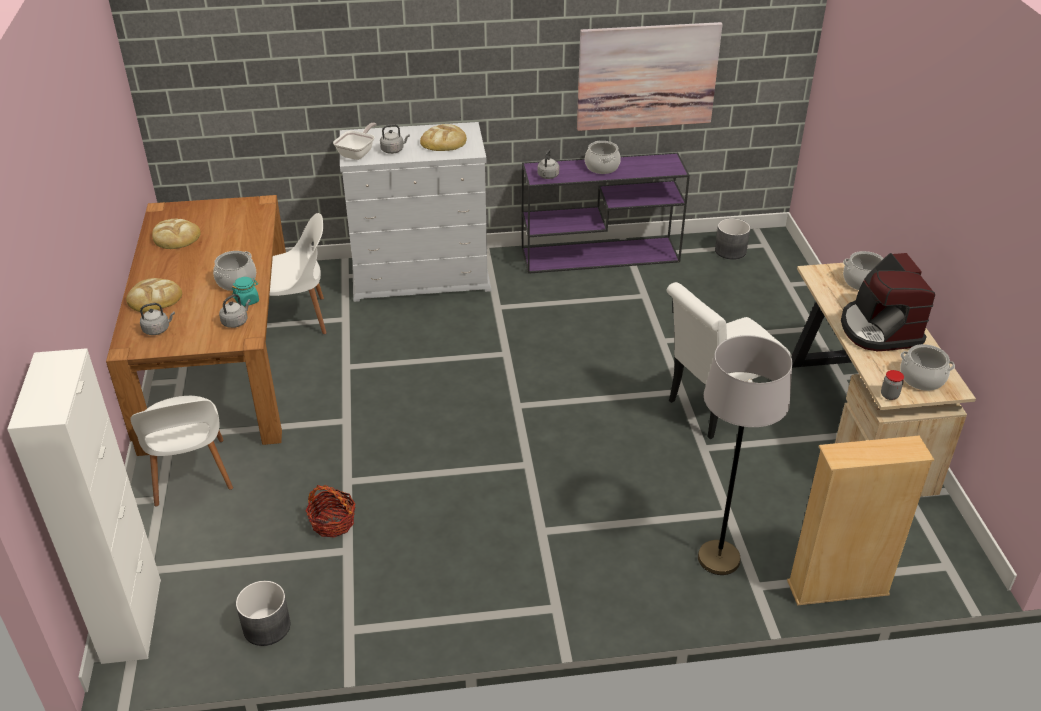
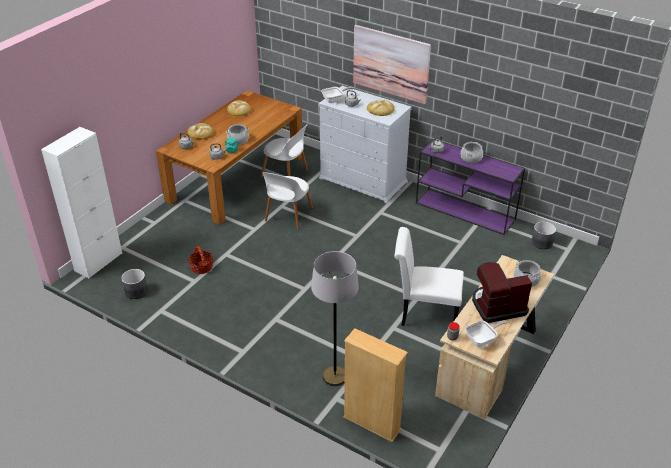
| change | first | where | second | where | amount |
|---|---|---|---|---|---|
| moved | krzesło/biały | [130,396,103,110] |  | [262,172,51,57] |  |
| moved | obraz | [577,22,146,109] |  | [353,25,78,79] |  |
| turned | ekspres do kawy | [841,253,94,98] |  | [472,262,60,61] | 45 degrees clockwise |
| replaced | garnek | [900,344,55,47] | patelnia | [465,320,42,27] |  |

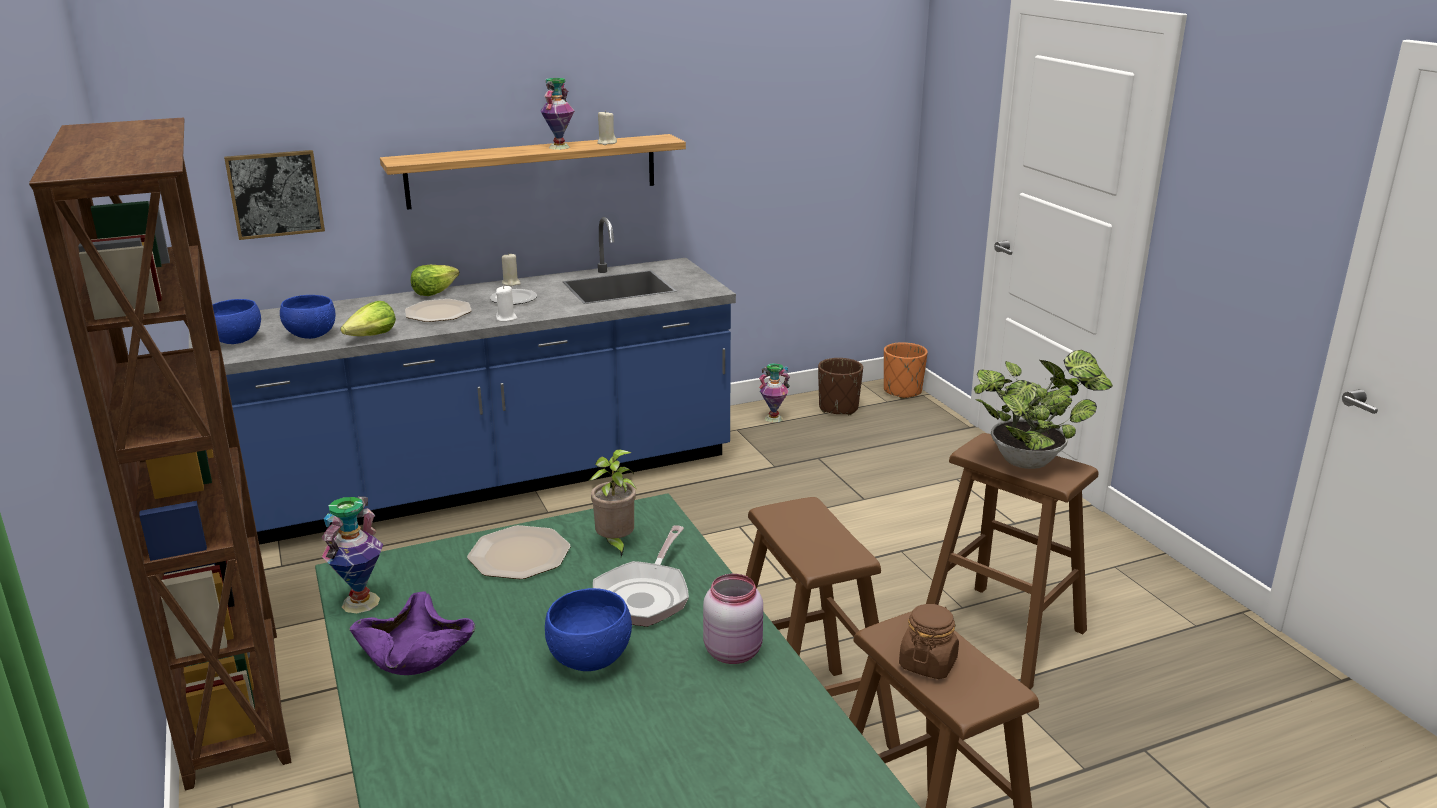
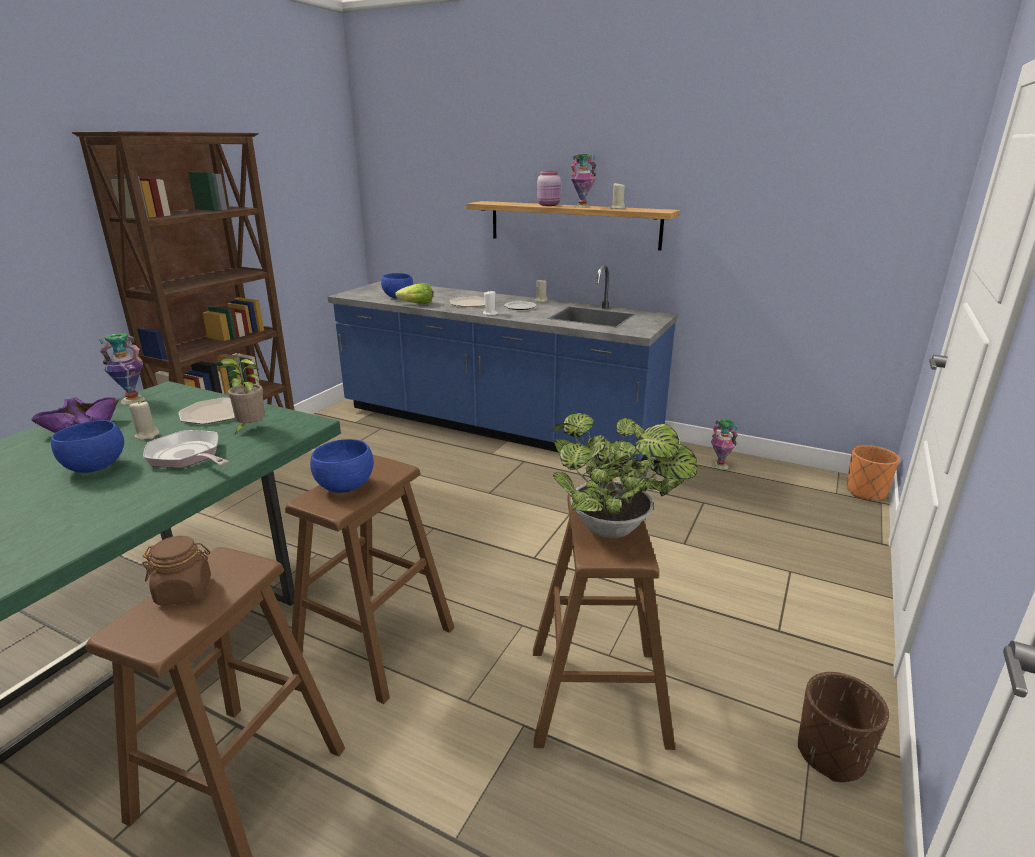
| change | first | where | second | where | amount |
|---|---|---|---|---|---|
| moved | miska/niebieski | [212,299,49,45] |  | [310,439,64,54] |  |
| removed | obraz | [224,150,101,90] |  |  |  |
| removed | sałata | [411,265,49,31] |  |  |  |
| turned | patelnia | [593,525,96,102] |  | [143,430,86,38] | 60 degrees clockwise |
| moved | słoik/różowy | [703,574,60,90] |  | [537,171,24,35] |  |
| moved | donica/brązowy | [818,358,45,57] |  | [798,672,91,110] |  |
| added |  |  | świeca/beżowy | [129,401,30,39] |  |

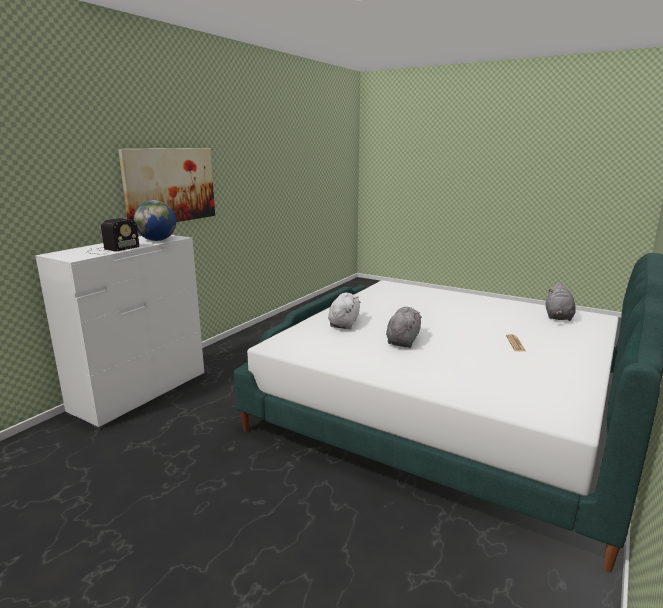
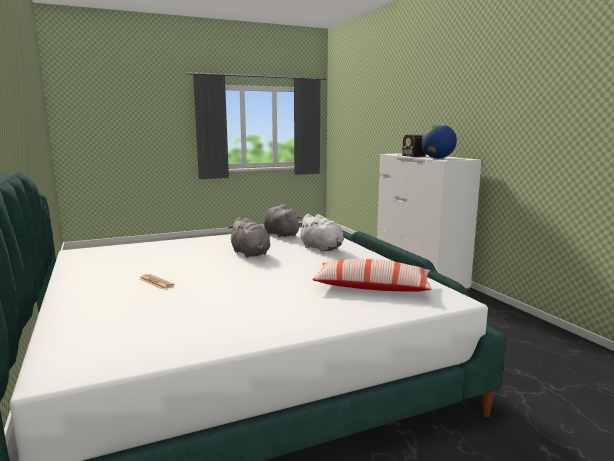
| change | first | where | second | where | amount |
|---|---|---|---|---|---|
| removed | obraz | [118,148,97,74] |  |  |  |
| moved | pluszak/szary | [545,283,31,38] |  | [264,204,38,34] |  |
| added |  |  | poduszka | [313,259,119,33] |  |

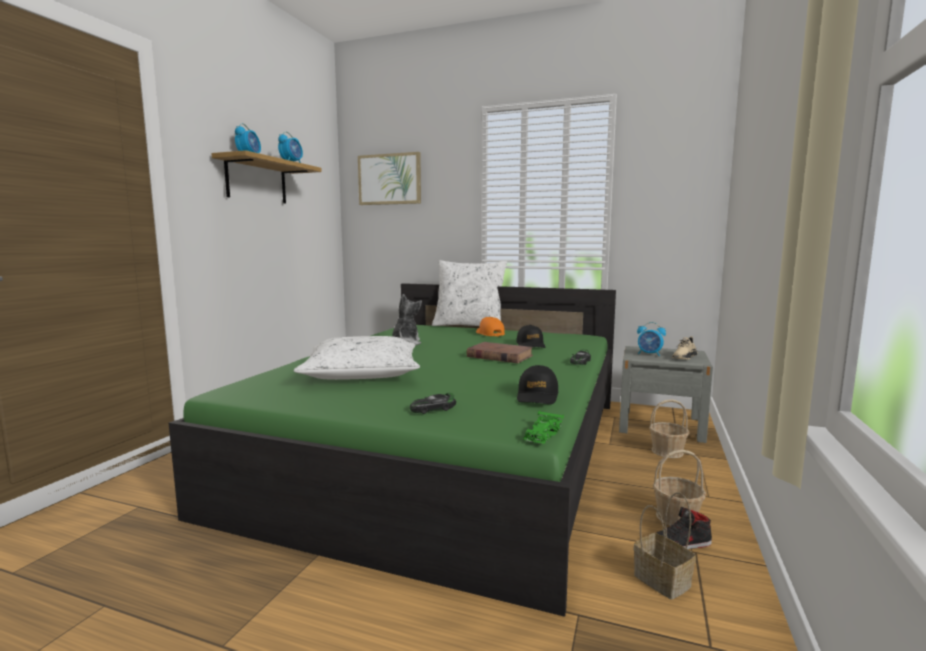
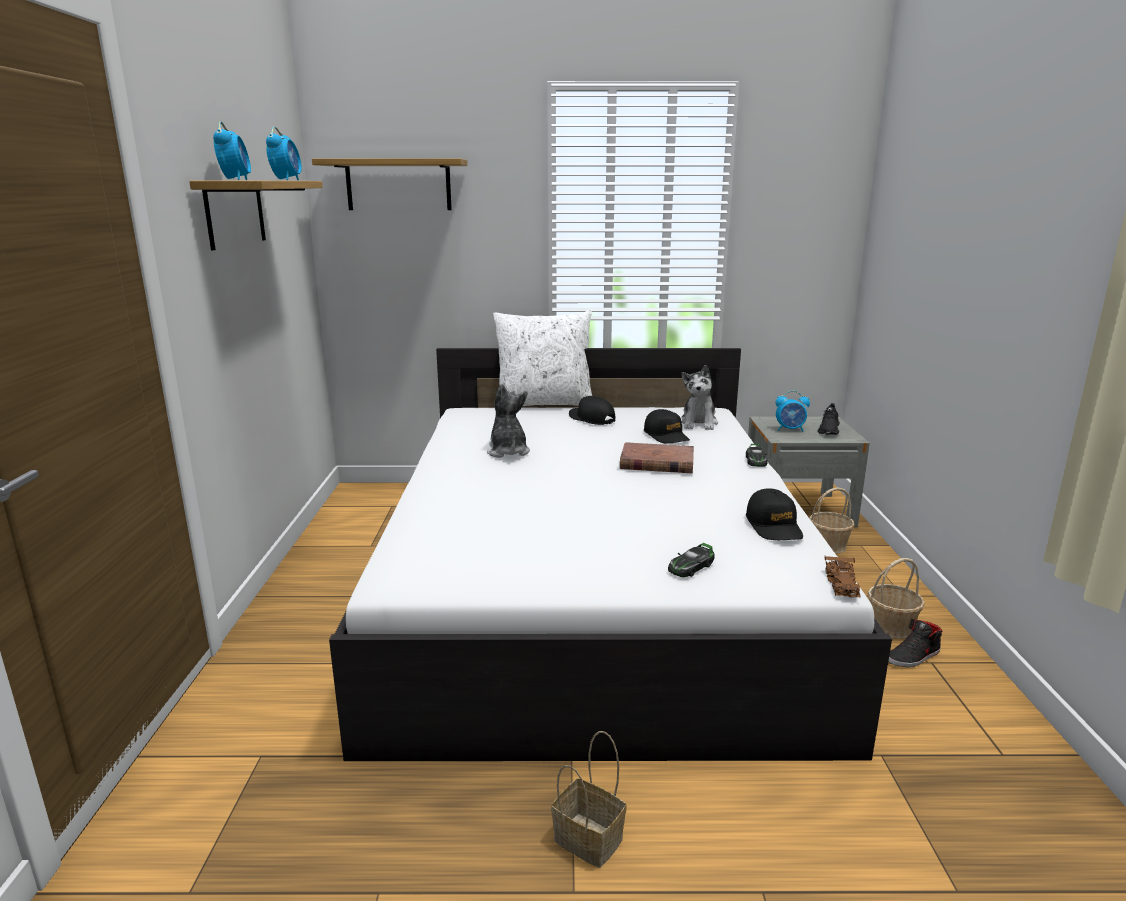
| change | first | where | second | where | amount |
|---|---|---|---|---|---|
| recoloured | łóżko/zielony | [169,283,447,334] | łóżko/biały | [329,348,563,413] |  |
| removed | poduszka/biały | [294,336,126,44] |  |  |  |
| replaced | obraz | [358,152,63,53] | półka | [312,158,155,52] |  |
| recoloured | czapka z daszkiem/pomarańczowy | [476,317,29,20] | czapka z daszkiem/czarny | [569,396,46,29] |  |
| recoloured | samochodzik/zielony | [523,411,41,33] | samochodzik/brązowy | [825,556,35,42] |  |
| moved | koszyk | [634,492,62,108] |  | [551,731,75,137] |  |
| recoloured | but/beżowy | [672,336,26,24] | but/czarny | [818,403,22,32] |  |
| added |  |  | pluszak | [681,365,37,65] |  |

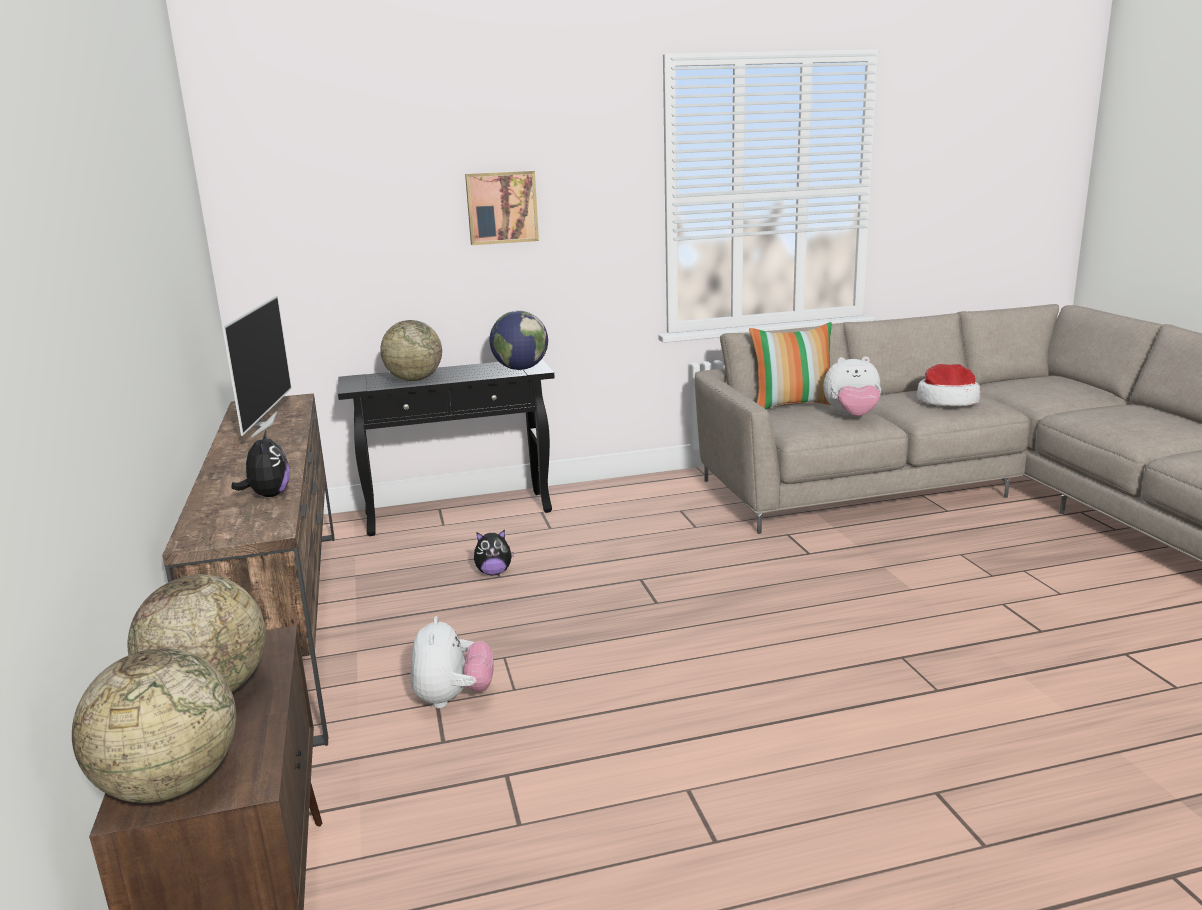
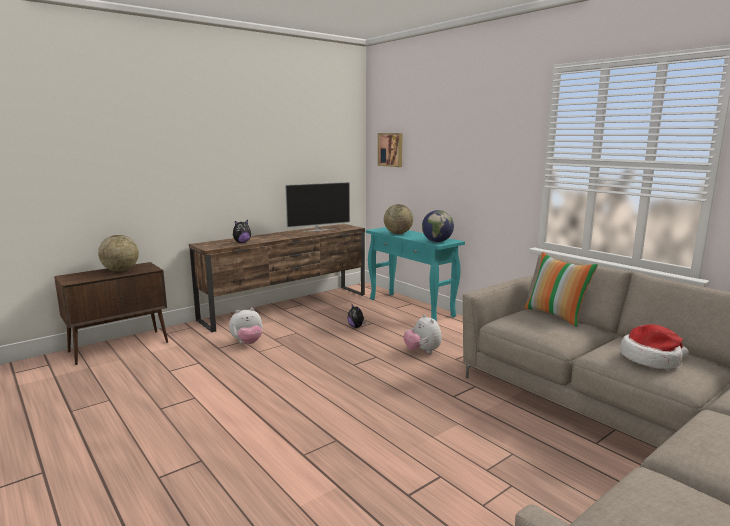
| change | first | where | second | where | amount |
|---|---|---|---|---|---|
| removed | globus | [72,648,164,155] |  |  |  |
| recoloured | stolik konsolowy/czarny | [338,359,217,177] | stolik konsolowy/turkusowy | [366,227,99,95] |  |
| moved | obraz | [465,171,74,74] |  | [378,133,25,34] |  |
| moved | pluszak | [824,356,57,60] |  | [404,314,38,39] |  |

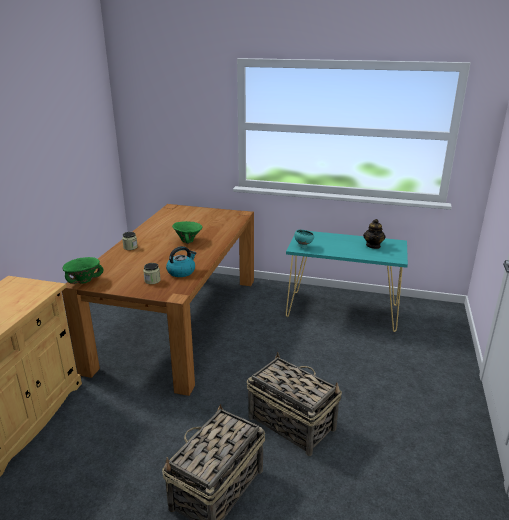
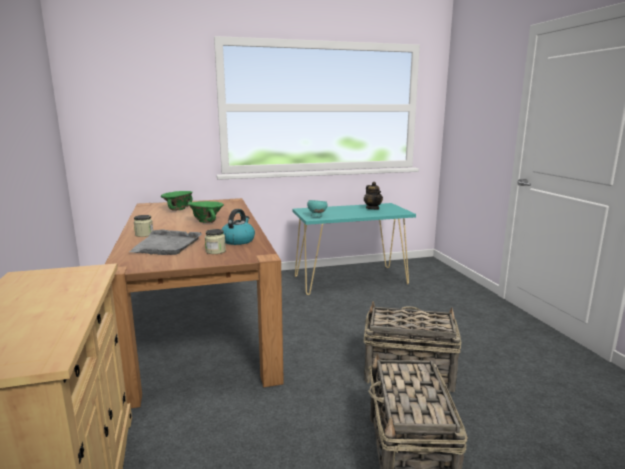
| change | first | where | second | where | amount |
|---|---|---|---|---|---|
| moved | miska/zielony | [62,257,41,27] |  | [161,191,32,20] |  |
| added |  |  | taca/szary | [129,229,73,26] |  |

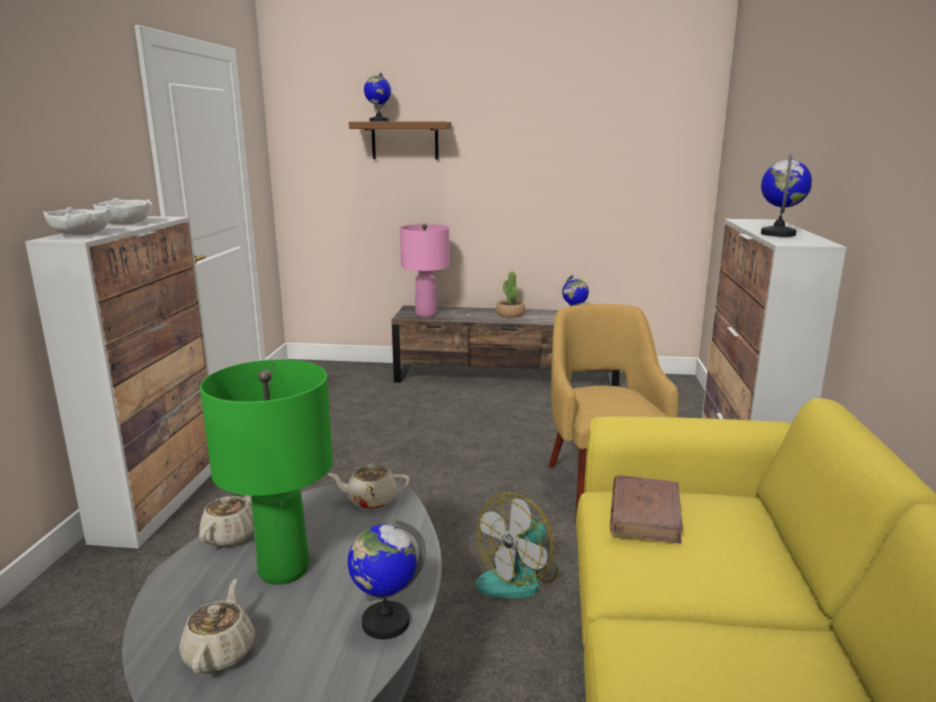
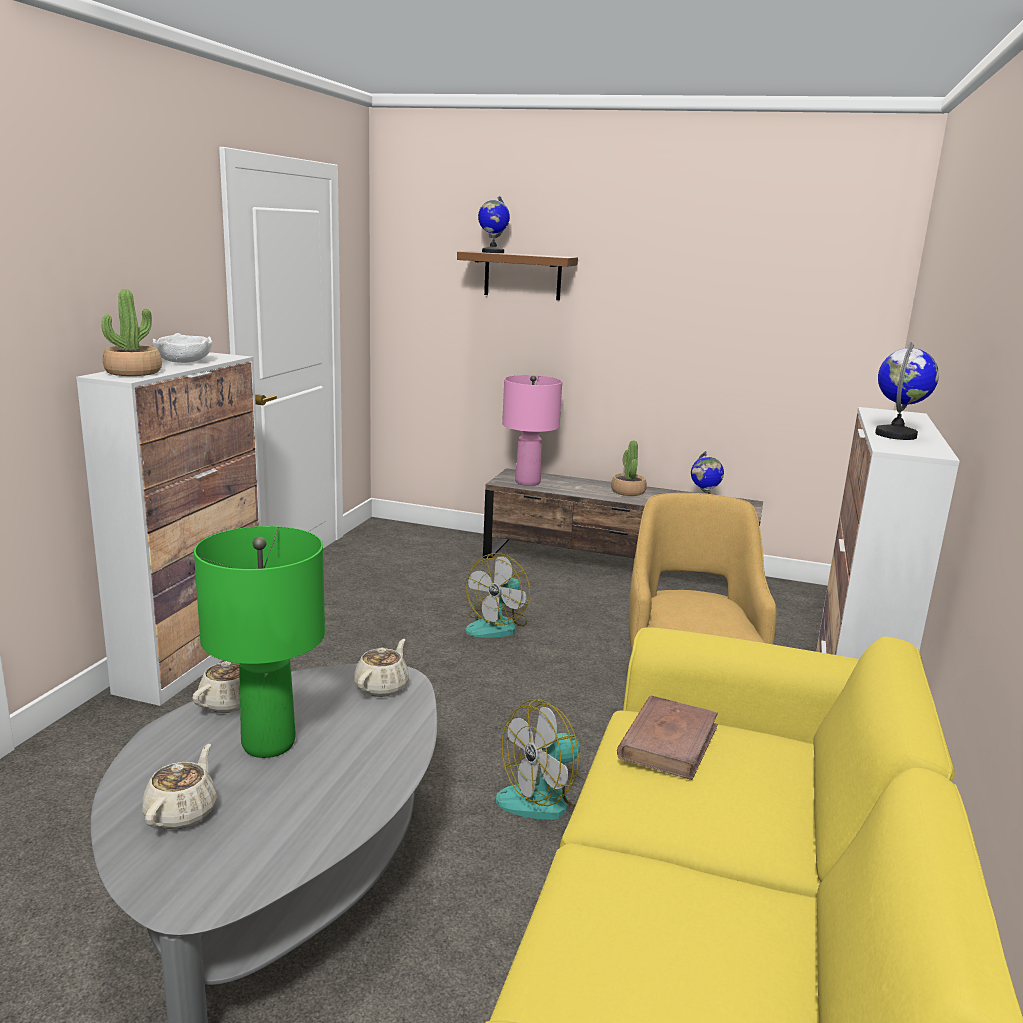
| change | first | where | second | where | amount |
|---|---|---|---|---|---|
| replaced | miska/biały | [43,207,69,28] | roślina doniczkowa | [101,289,61,87] |  |
| turned | imbryk/beżowy | [328,464,82,46] |  | [354,639,55,58] | 105 degrees clockwise |
| removed | globus | [348,519,78,121] |  |  |  |
| added |  |  | wentylator | [465,553,65,85] |  |

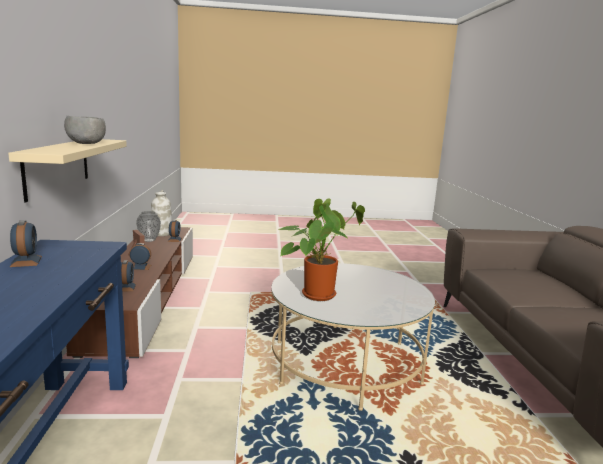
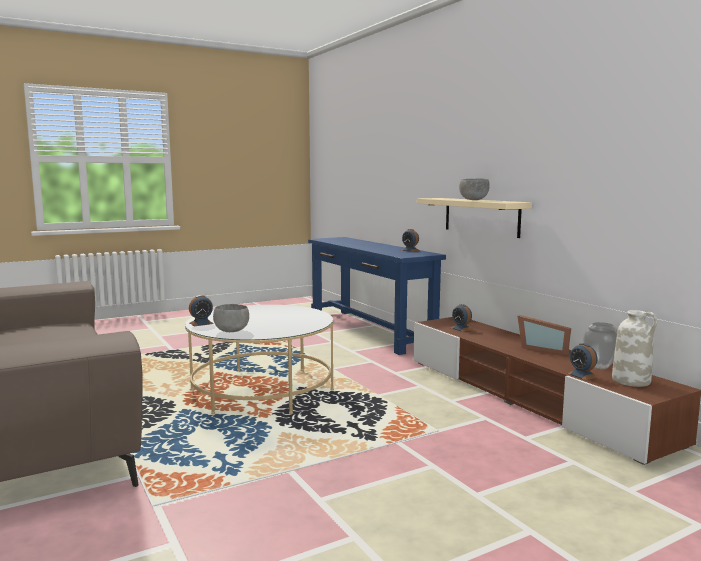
| change | first | where | second | where | amount |
|---|---|---|---|---|---|
| moved | budzik | [129,243,22,27] |  | [189,295,25,31] |  |
| removed | roślina doniczkowa | [279,198,86,103] |  |  |  |
| added |  |  | miska/szary | [213,304,36,28] |  |

